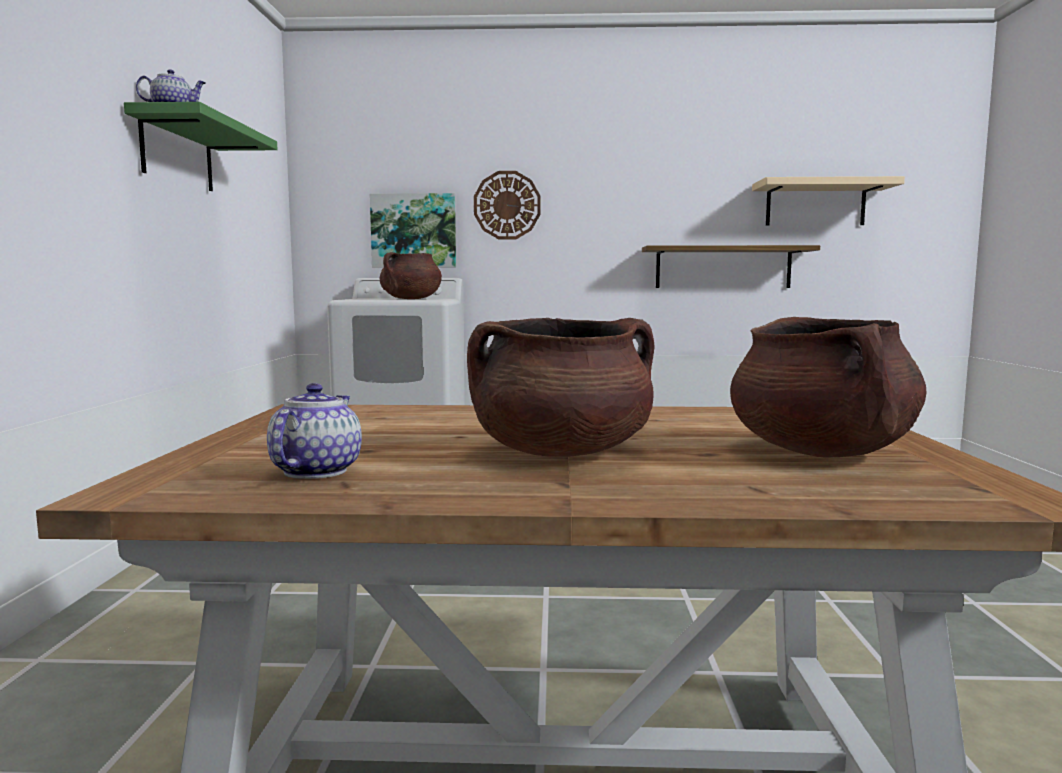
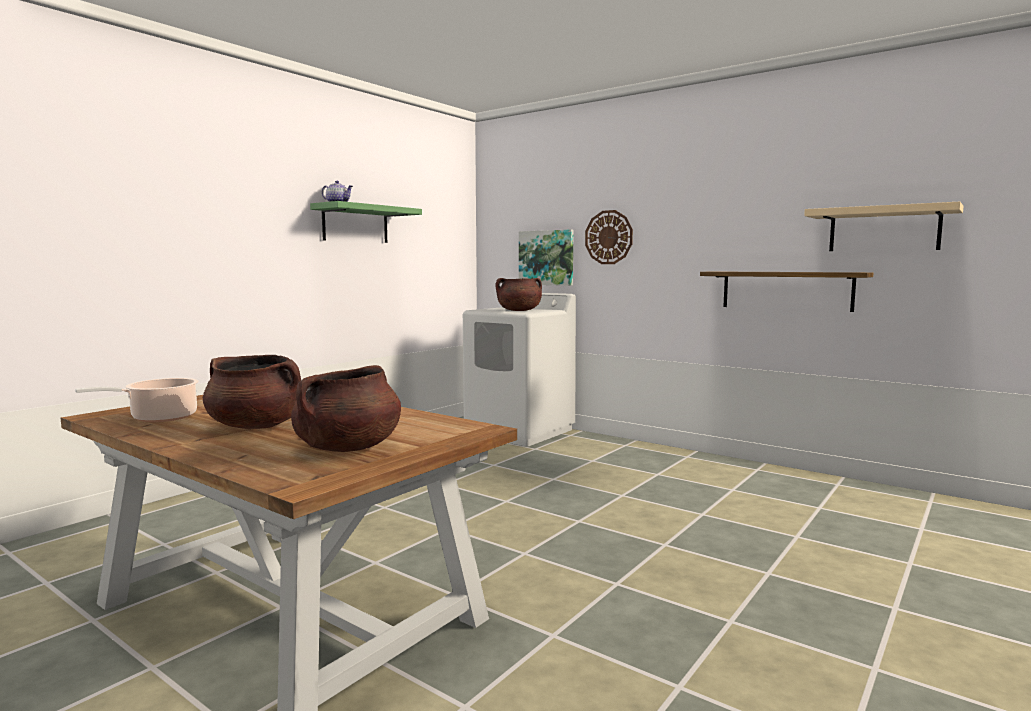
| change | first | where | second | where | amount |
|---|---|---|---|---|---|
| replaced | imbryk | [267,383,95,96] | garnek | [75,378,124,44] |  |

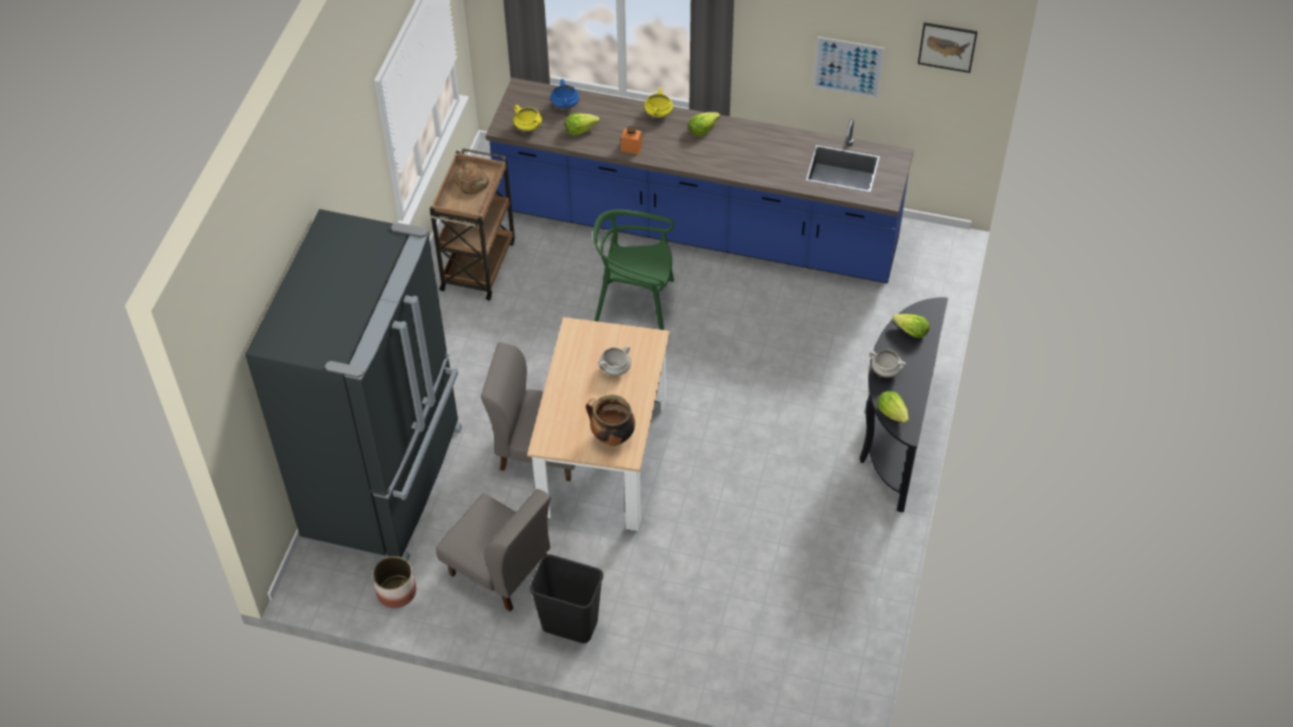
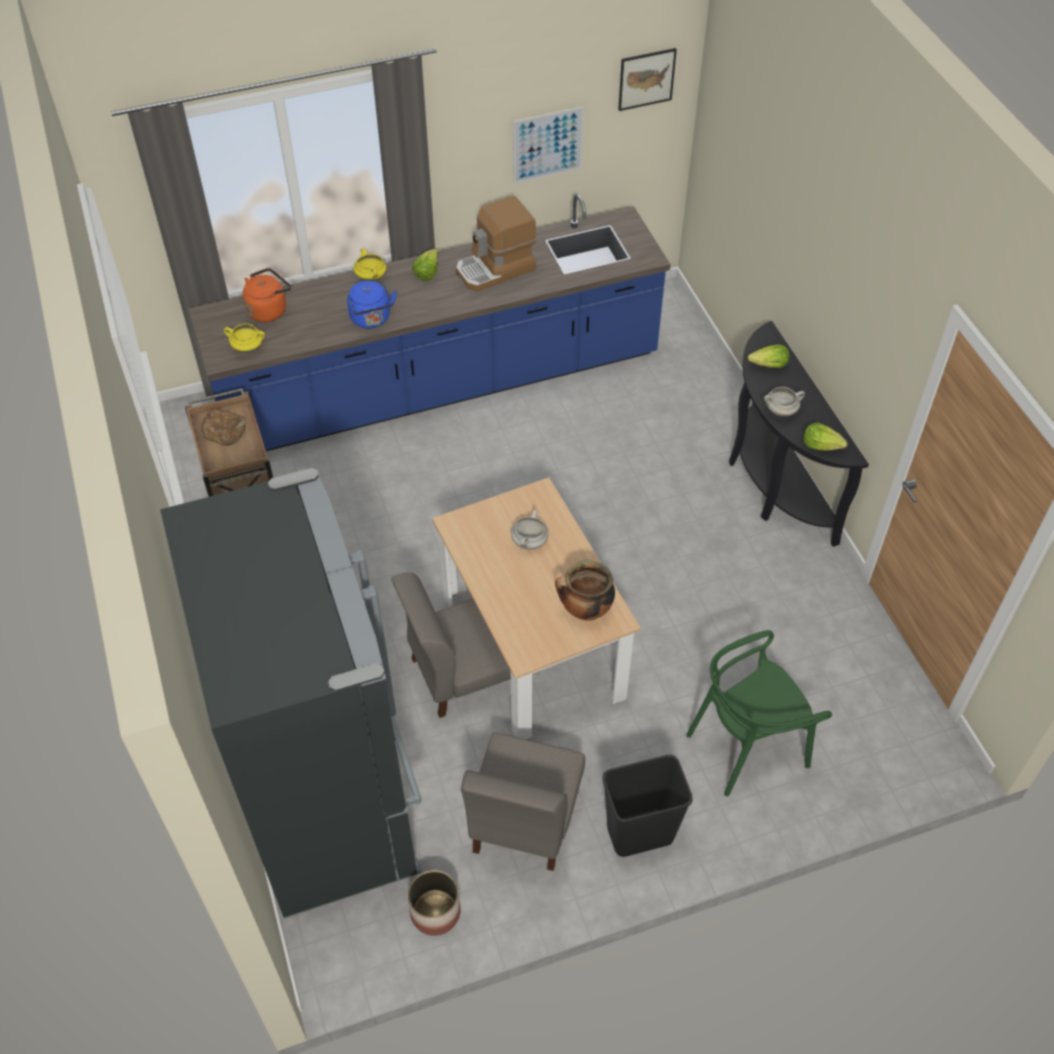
| change | first | where | second | where | amount |
|---|---|---|---|---|---|
| turned | krzesło/szary | [436,489,115,123] |  | [461,733,124,138] | 105 degrees clockwise |
| replaced | garnek/niebieski | [550,79,29,30] | czajnik/pomarańczowy | [242,268,49,54] |  |
| removed | sałata | [565,113,35,23] |  |  |  |
| moved | krzesło/zielony | [593,209,81,121] |  | [686,630,146,166] |  |
| replaced | słoik/pomarańczowy | [621,126,21,29] | czajnik/niebieski | [347,281,50,47] |  |
| added |  |  | ekspres do kawy | [456,196,80,96] |  |

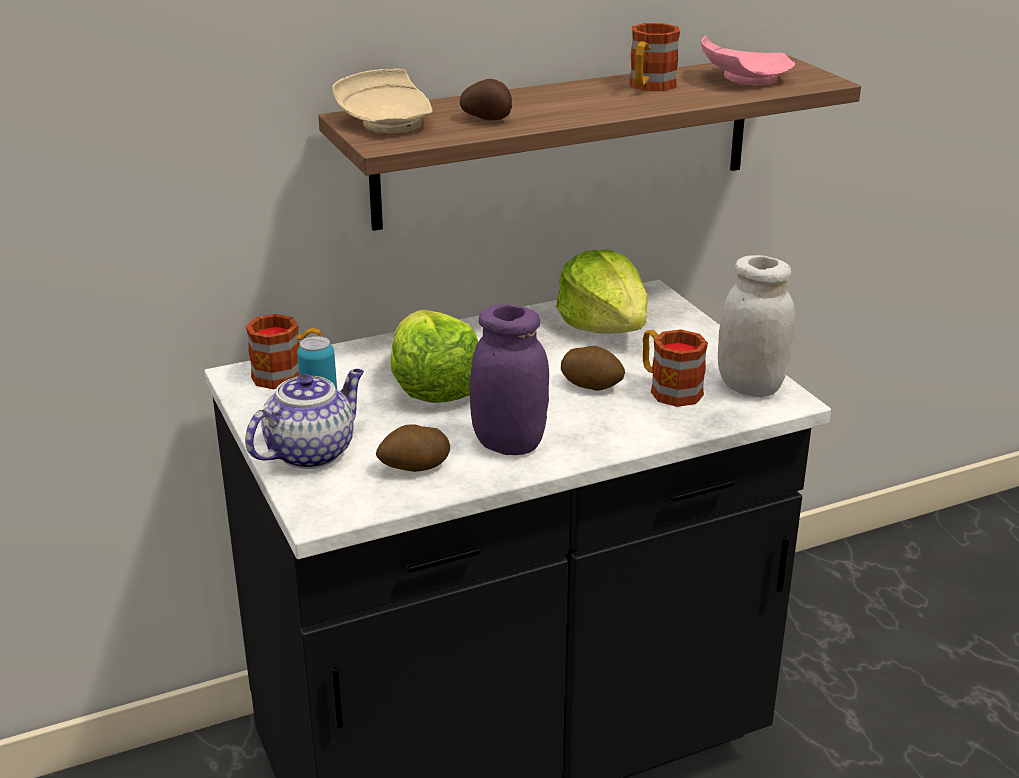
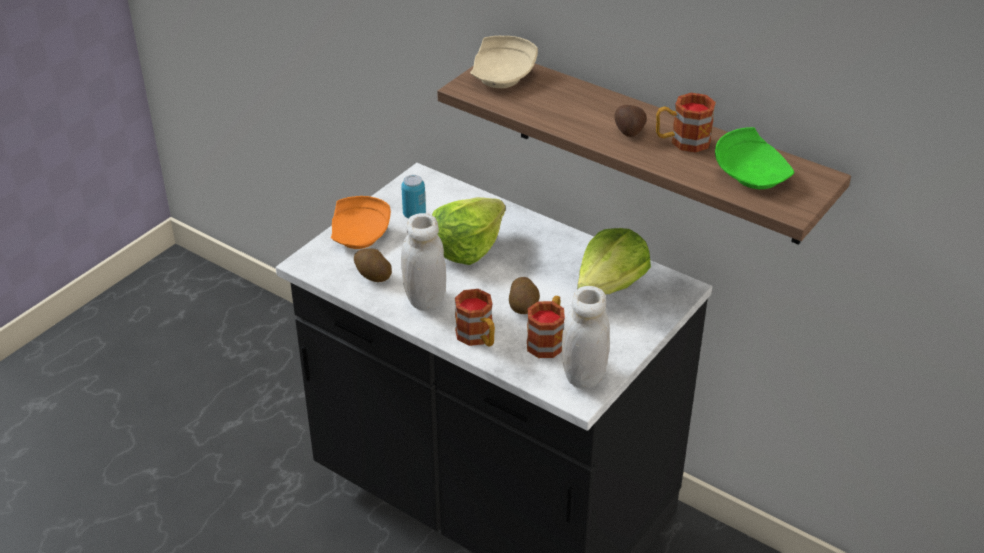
| change | first | where | second | where | amount |
|---|---|---|---|---|---|
| replaced | imbryk | [245,369,119,100] | talerz/pomarańczowy | [331,196,60,53] |  |
| moved | kubek | [246,314,77,75] |  | [455,289,40,58] |  |
| moved | ziemniak | [460,79,52,41] |  | [614,105,33,32] |  |
| recoloured | słoik/fioletowy | [470,304,79,151] | słoik/biały | [401,213,45,98] |  |
| recoloured | talerz/różowy | [701,36,94,49] | talerz/zielony | [715,127,79,62] |  |

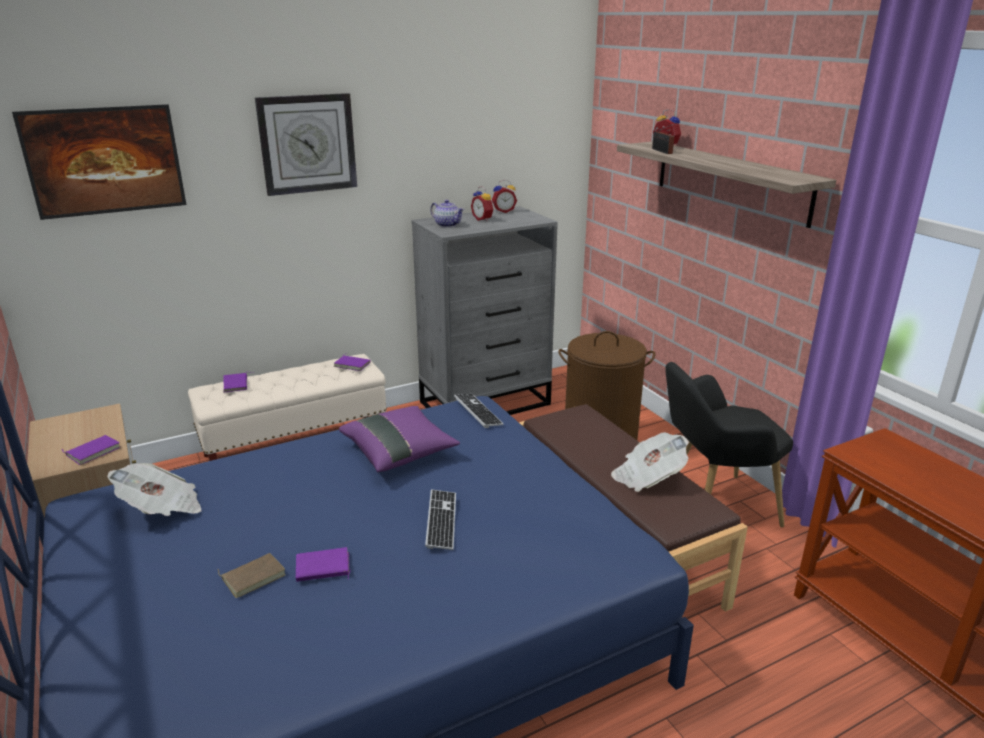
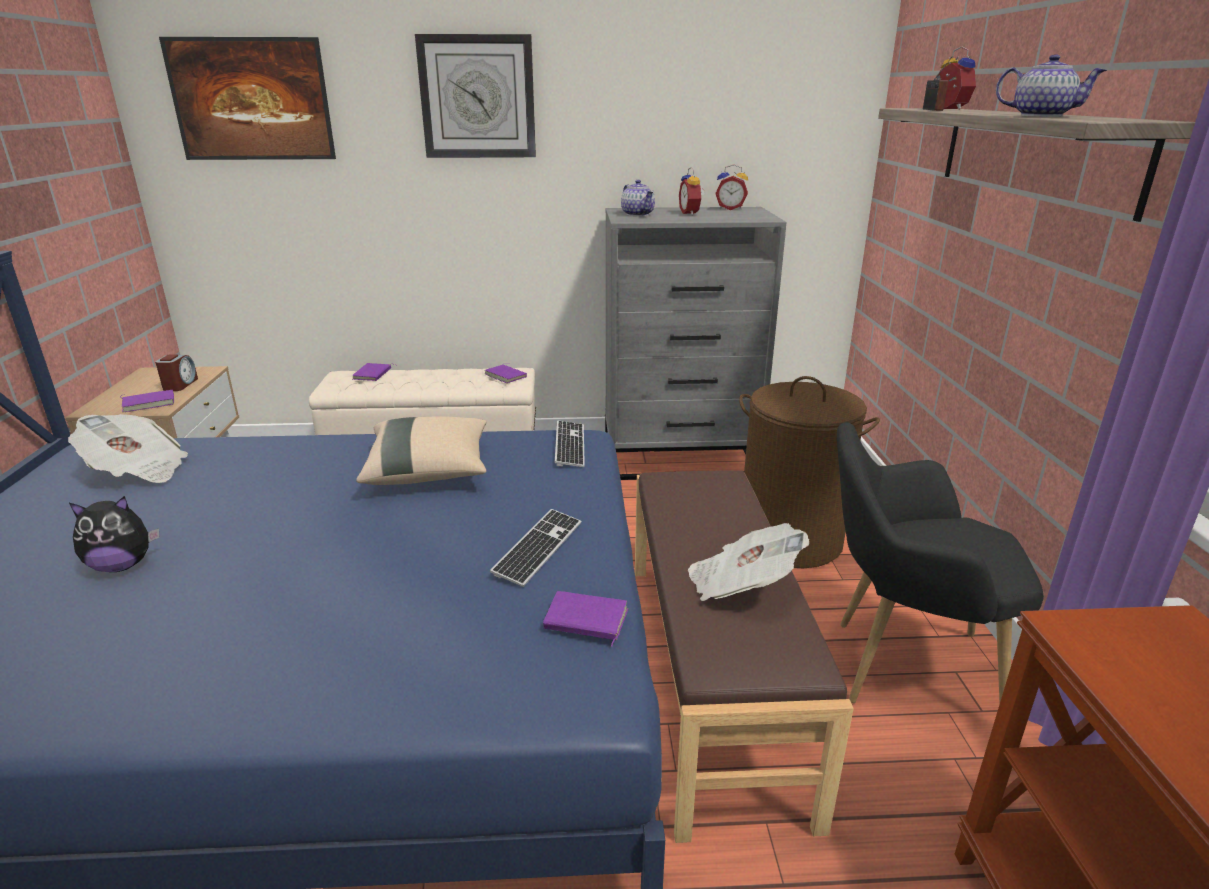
| change | first | where | second | where | amount |
|---|---|---|---|---|---|
| replaced | książka/brązowy | [218,553,67,45] | pluszak | [69,496,91,76] |  |
| moved | książka/fioletowy | [296,547,55,35] |  | [543,591,85,56] |  |
| recoloured | poduszka/fioletowy | [339,406,121,66] | poduszka/beżowy | [356,417,131,68] |  |
| moved | klawiatura | [425,489,31,61] |  | [490,509,91,78] |  |
| added |  |  | budzik | [155,355,43,36] |  |
| added |  |  | imbryk | [996,54,111,63] |  |

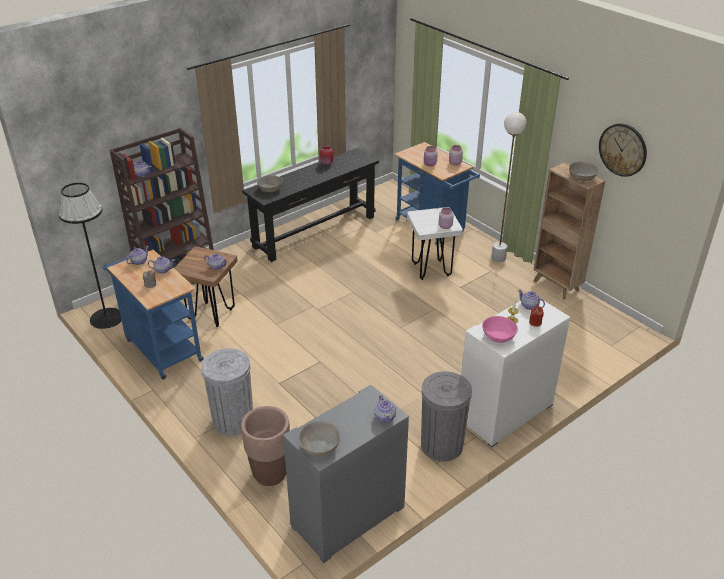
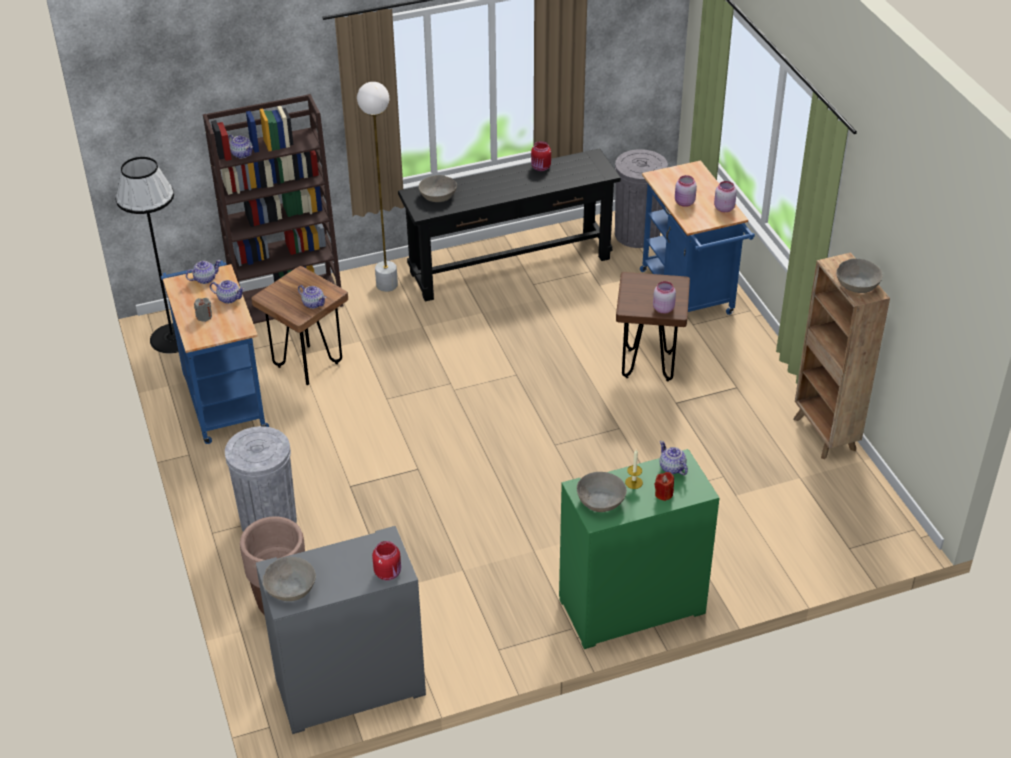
| change | first | where | second | where | amount |
|---|---|---|---|---|---|
| replaced | imbryk | [374,395,22,28] | słoik/czerwony | [372,541,29,40] |  |
| recoloured | stołek/biały | [407,207,56,73] | stołek/brązowy | [616,272,74,110] |  |
| moved | kosz na śmieci/szary | [421,371,51,90] |  | [615,149,53,99] |  |
| recoloured | szafka/biały | [461,300,109,147] | szafka/zielony | [559,449,160,200] |  |
| recoloured | miska/różowy | [482,316,36,27] | miska/szary | [577,472,50,40] |  |
| moved | lampa stojąca/biały | [491,112,36,150] |  | [357,82,41,210] |  |
| removed | zegar ścienny | [599,123,48,54] |  |  |  |

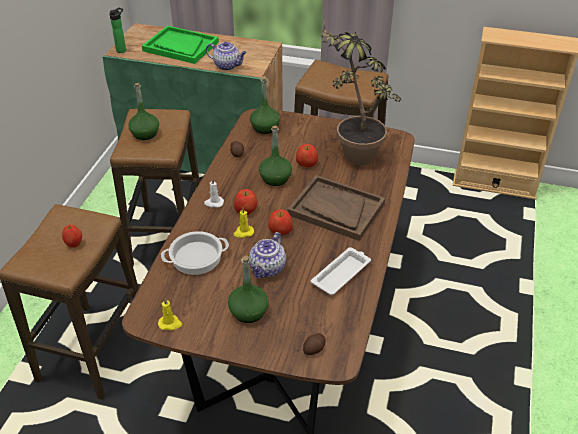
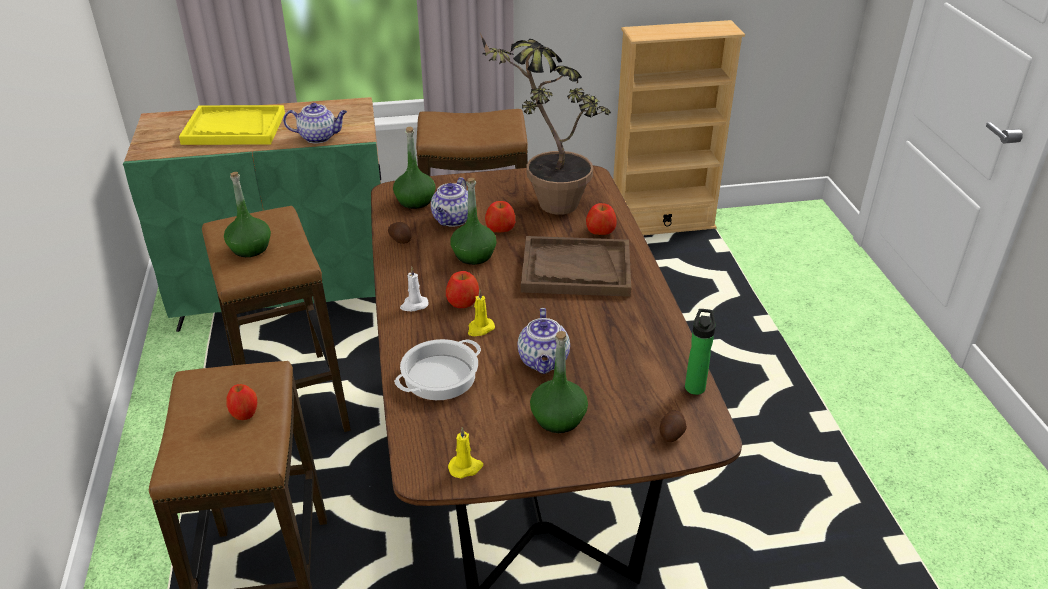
| change | first | where | second | where | amount |
|---|---|---|---|---|---|
| moved | butelka | [110,8,16,45] |  | [685,309,31,86] |  |
| recoloured | taca/zielony | [142,26,77,38] | taca/żółty | [179,105,106,40] |  |
| moved | jabłko | [268,209,25,26] |  | [586,203,31,32] |  |
| removed | taca/biały | [311,247,60,48] |  |  |  |
| added |  |  | imbryk | [431,177,37,50] |  |

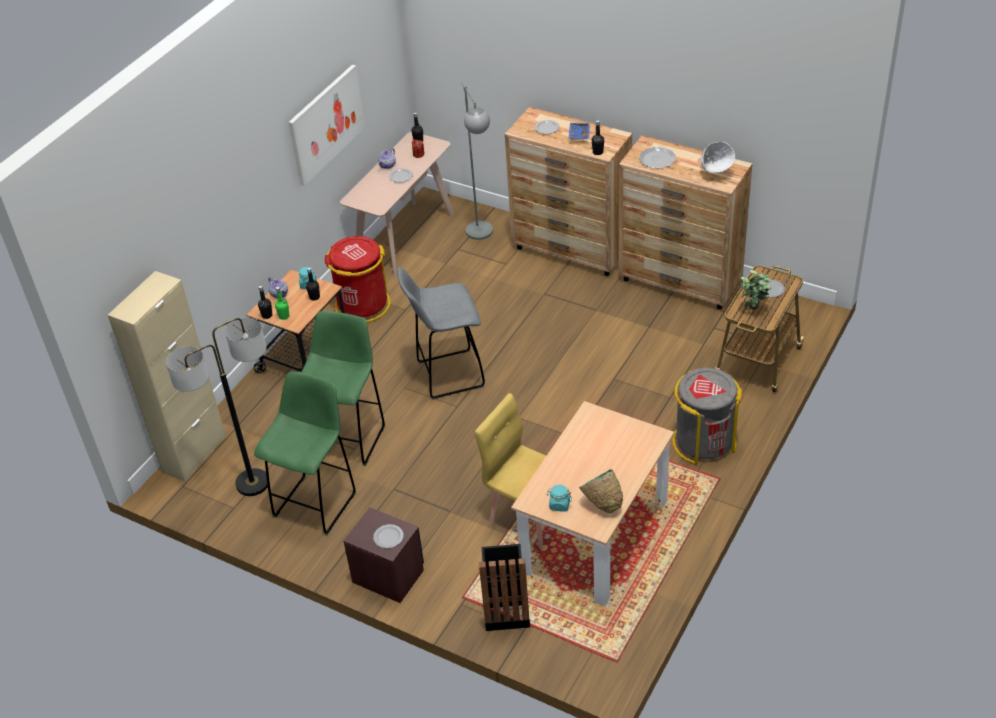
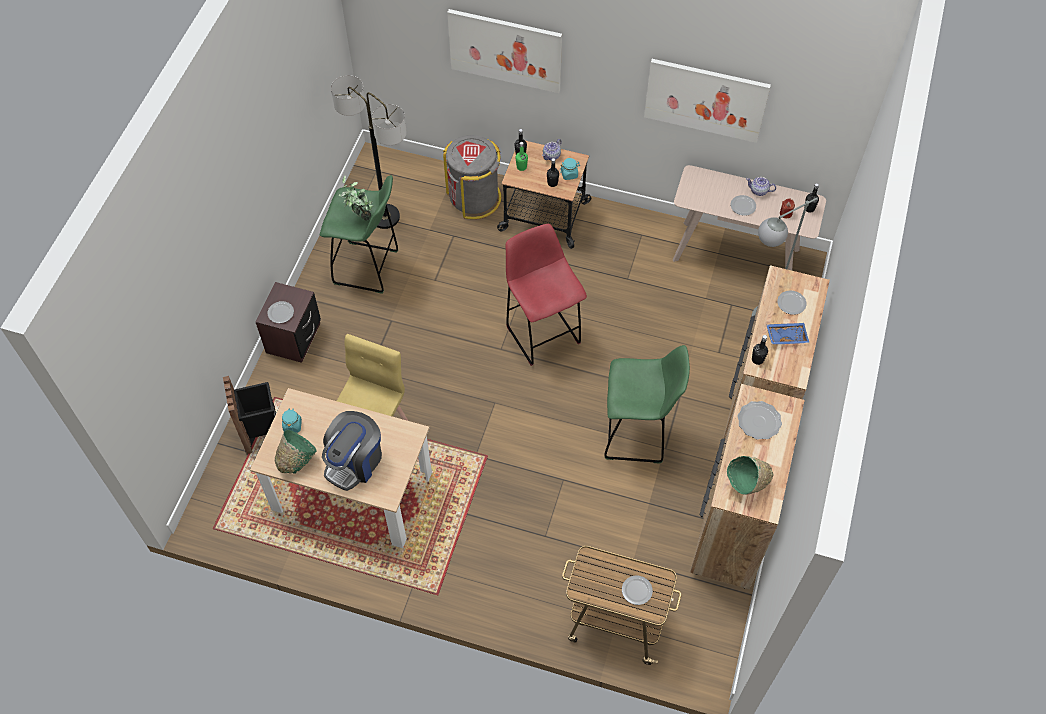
| change | first | where | second | where | amount |
|---|---|---|---|---|---|
| removed | szafka/beżowy | [108,271,118,211] |  |  |  |
| moved | stołek/zielony | [301,311,84,155] |  | [604,345,86,119] |  |
| removed | kosz na śmieci/czerwony | [324,236,67,87] |  |  |  |
| recoloured | stołek/szary | [397,267,88,133] | stołek/czerwony | [505,224,82,142] |  |
| moved | kosz na śmieci/szary | [672,368,71,96] |  | [443,135,58,84] |  |
| recoloured | miska/biały | [700,142,35,31] | miska/zielony | [727,456,47,39] |  |
| moved | roślina doniczkowa | [739,270,33,39] |  | [339,175,34,46] |  |
| added |  |  | ekspres do kawy | [322,411,60,80] |  |
| added |  |  | obraz | [447,9,115,84] |  |

